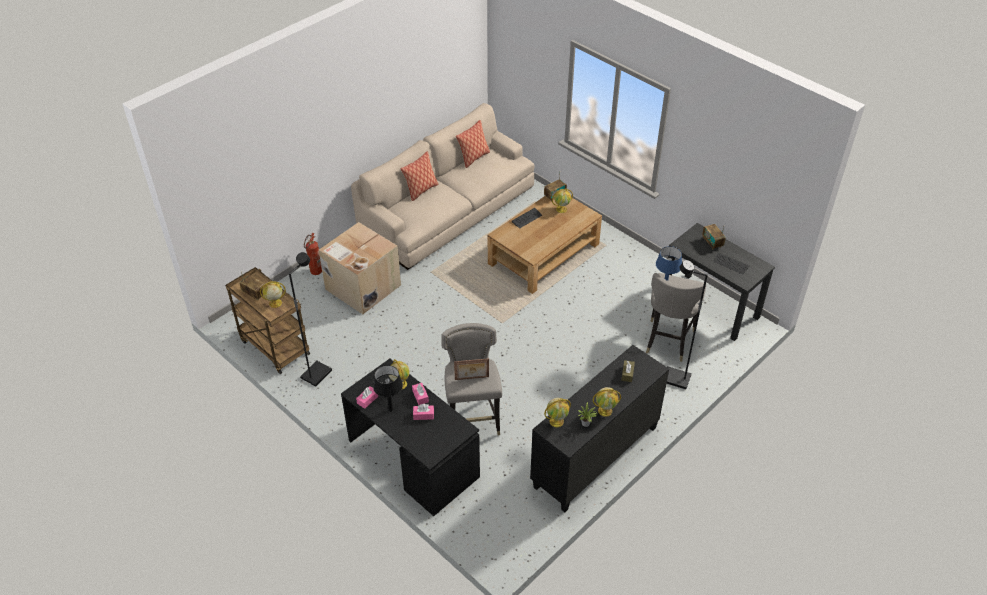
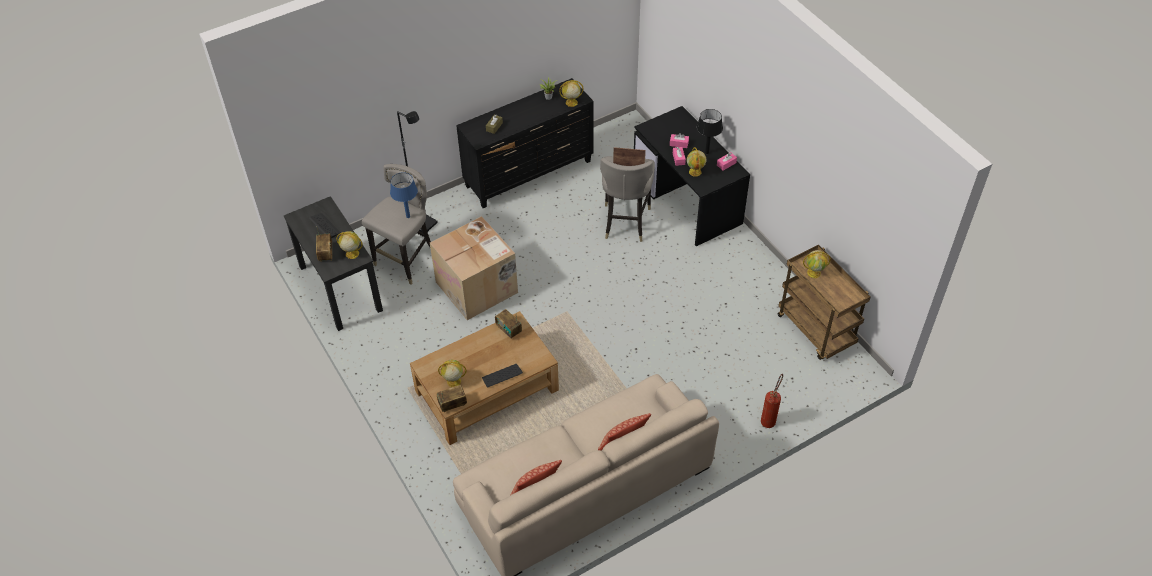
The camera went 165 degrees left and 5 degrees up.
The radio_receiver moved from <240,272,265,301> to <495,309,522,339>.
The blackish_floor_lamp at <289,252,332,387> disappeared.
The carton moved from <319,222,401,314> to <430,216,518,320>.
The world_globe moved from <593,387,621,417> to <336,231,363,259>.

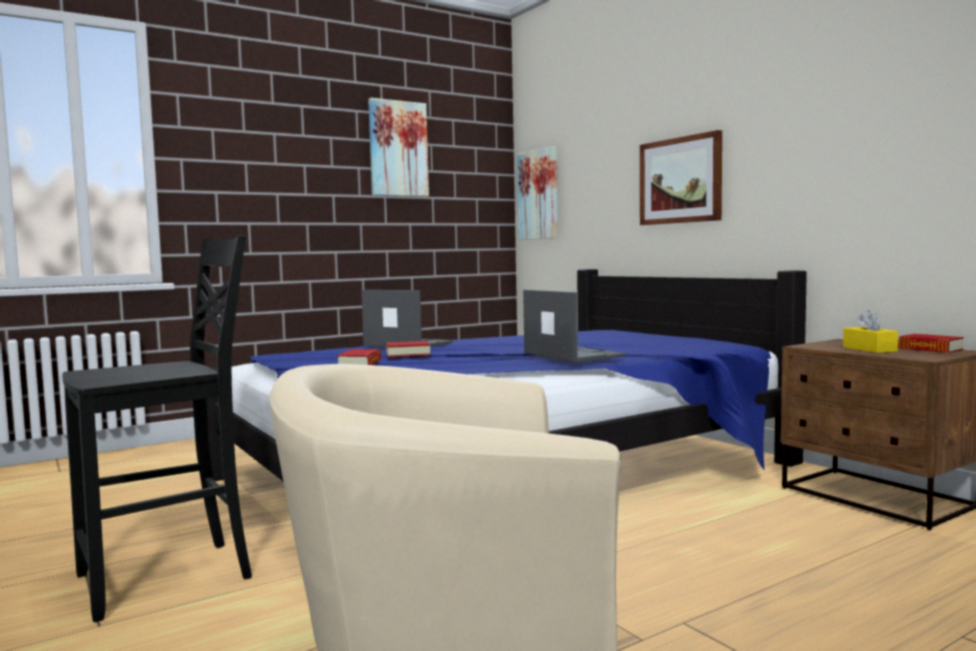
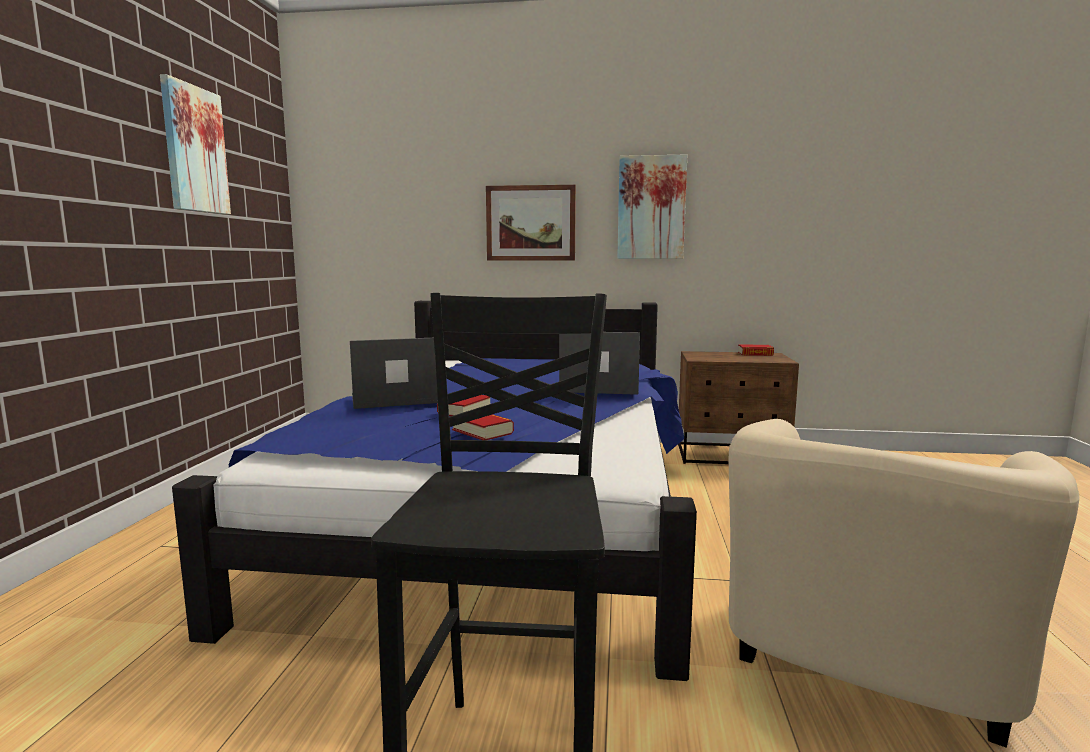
The camera went 50 degrees left and 5 degrees up.
The wall_art moved from <518,146,558,240> to <617,154,687,259>.
The yellow_box_of_tissues at <843,310,898,353> disappeared.

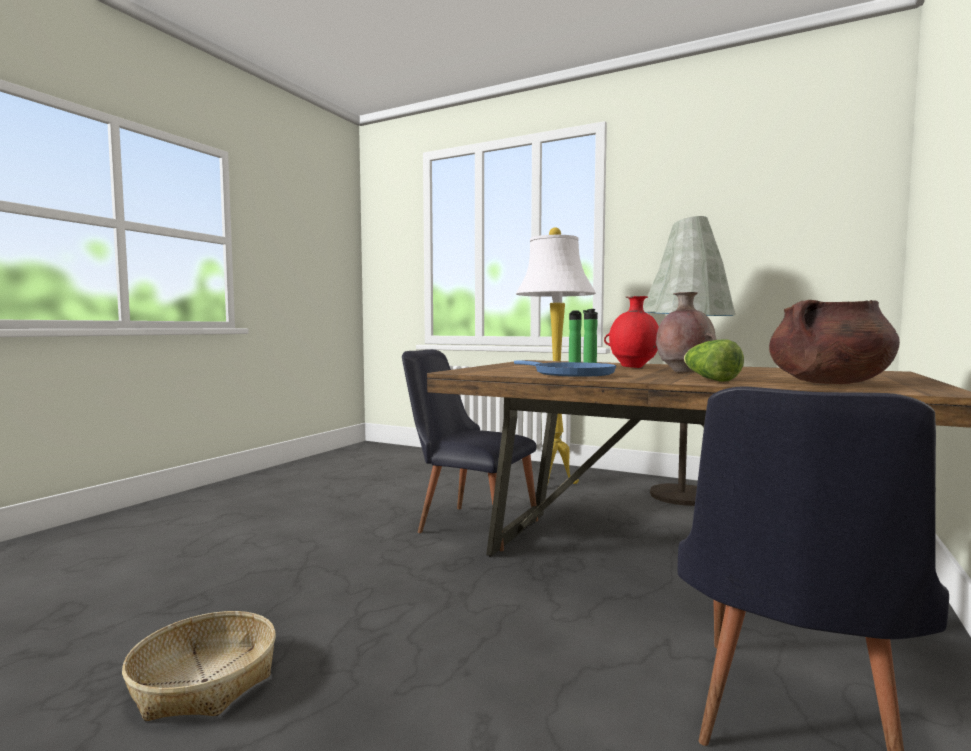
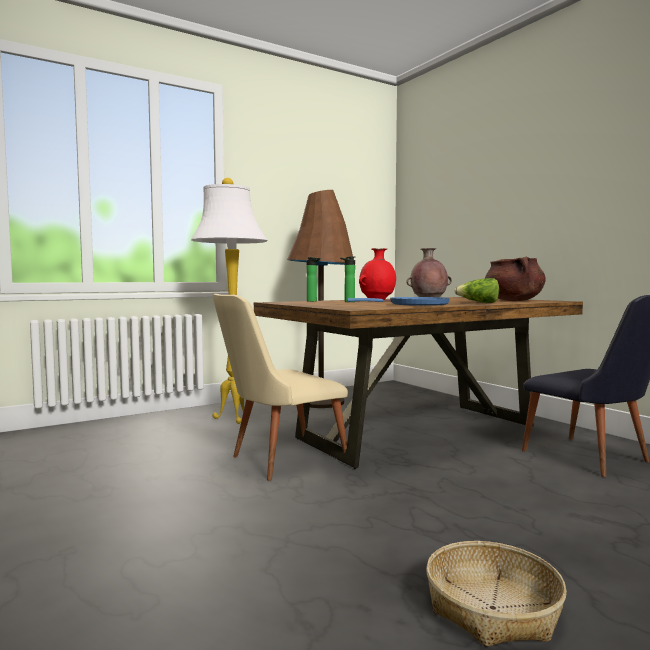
The camera went 60 degrees left and 0 degrees up.
The blackish_chair at <402,349,538,551> became the sand-coloured_chair at <213,294,348,481>.
The gray_floor_lamp at <643,216,735,506> became the brownish_floor_lamp at <287,190,353,408>.

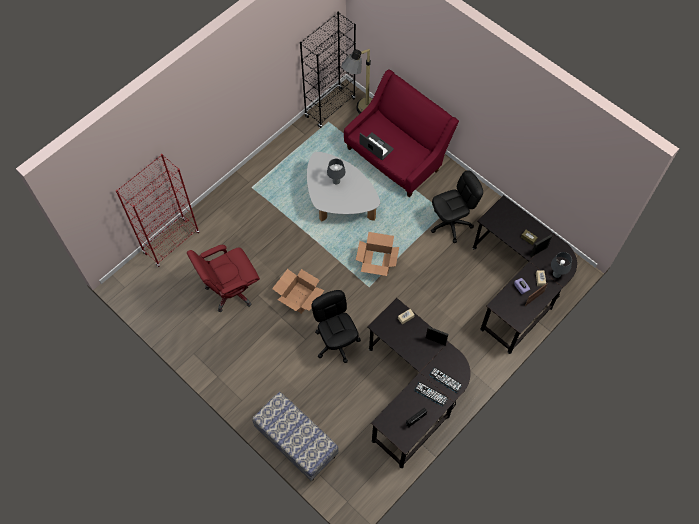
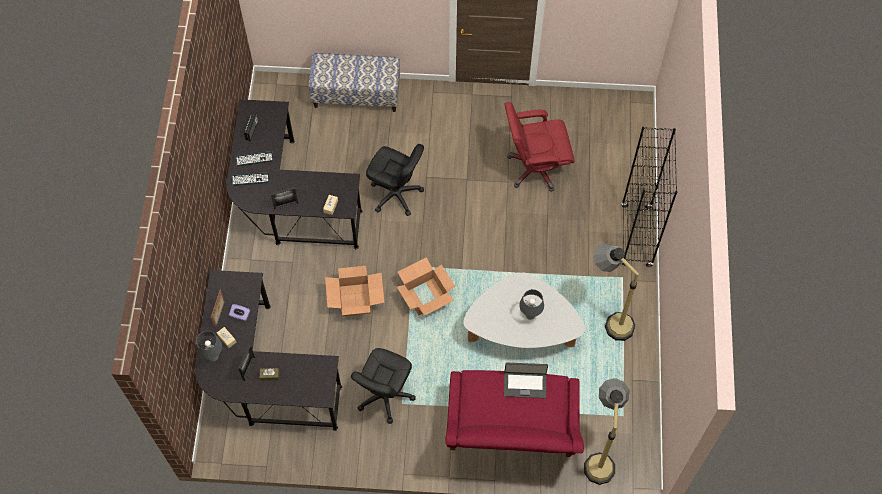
The camera went 140 degrees right and 0 degrees up.
The red_bookshelf at <116,154,199,267> disappeared.
The red_desk_chair at <187,245,260,313> turned 120 degrees counterclockwise.
The carton moved from <272,269,325,314> to <325,266,385,316>.
The blackish_bookshelf moved from <300,12,356,128> to <621,127,677,267>.
The floor_lamp at <593,243,639,341> appeared.

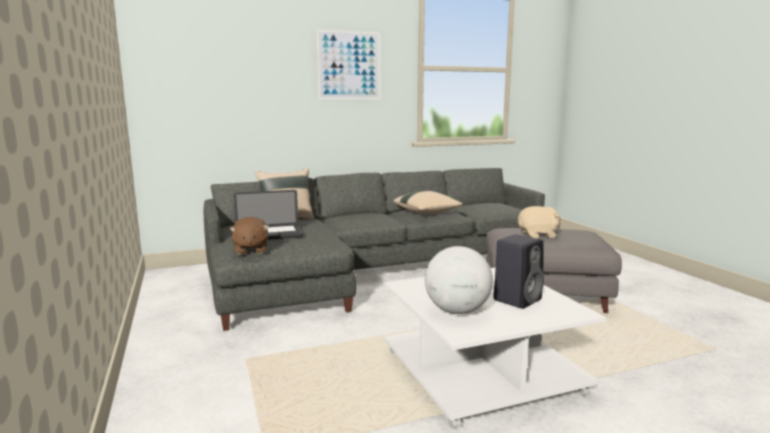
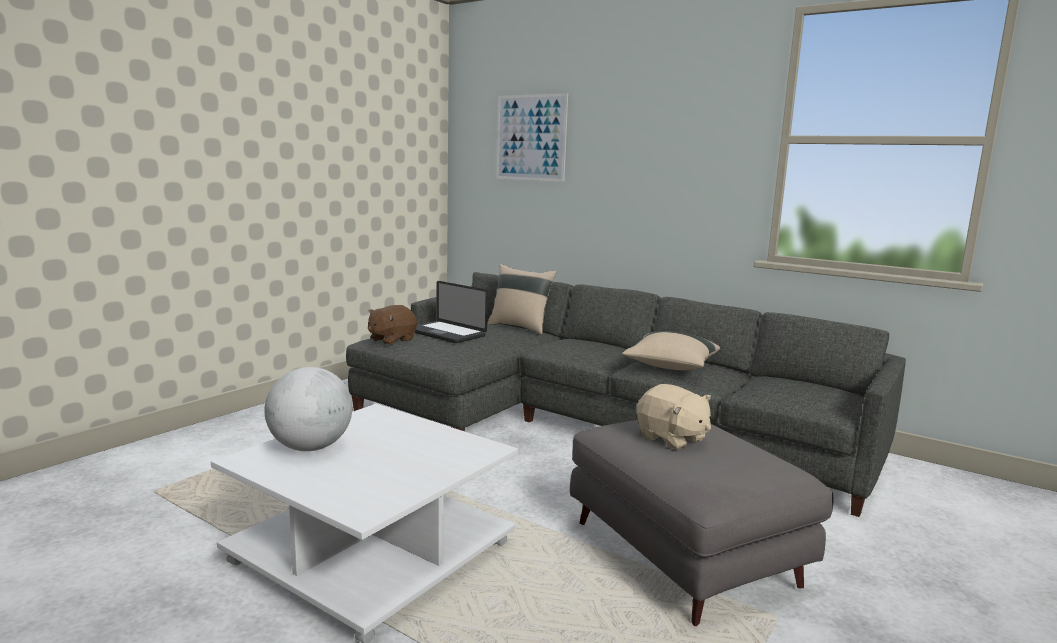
The camera went 55 degrees right and 0 degrees up.
The wall_art moved from <316,29,380,99> to <496,93,568,182>.
The blackish_audio_speaker at <493,234,544,309> disappeared.

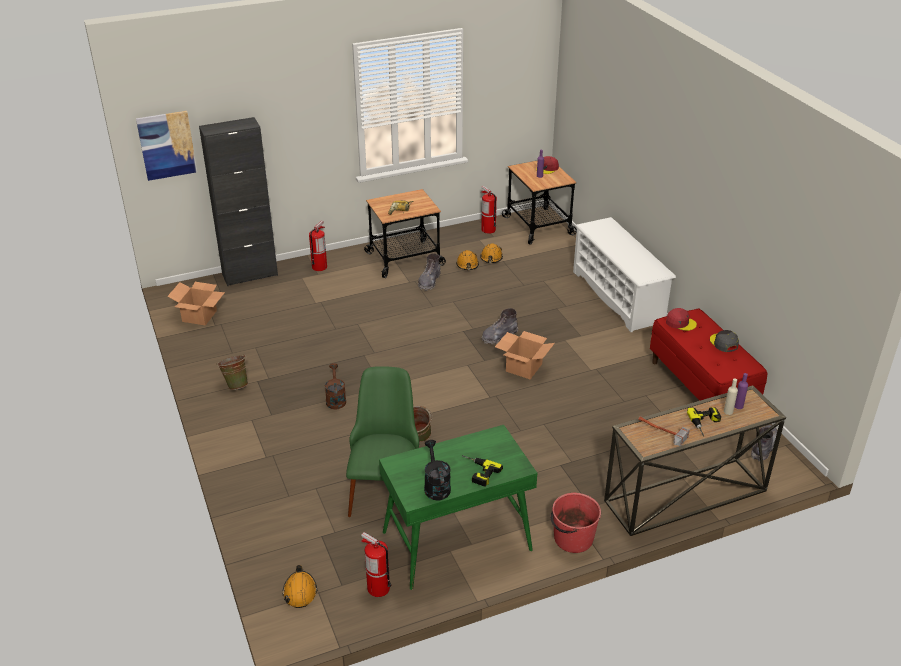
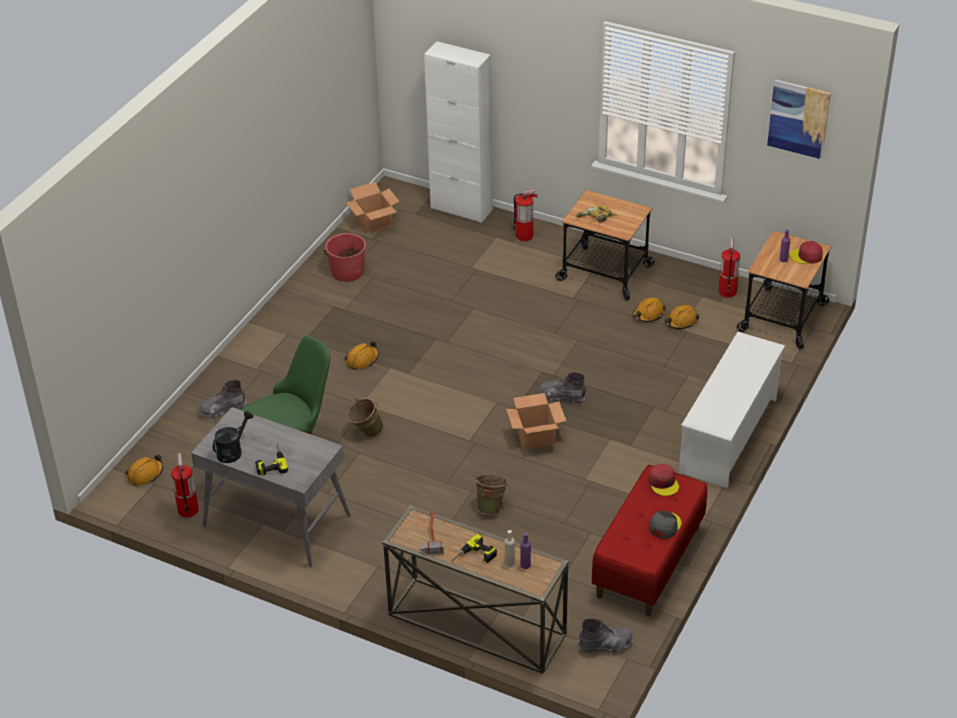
The camera went 50 degrees right and 5 degrees up.
The wall_art moved from <136,111,197,181> to <767,79,831,159>.
The blackish_cupboard at <199,117,278,286> became the whitish_cupboard at <424,41,493,223>.
The green-coloured_water_bucket moved from <217,354,248,390> to <474,474,509,515>.
The brownish_watering_pot at <325,363,346,409> was replaced by the orange-coloured_work_helmet at <345,341,379,370>.
The green-coloured_desk_unit at <379,425,537,590> became the gray_desk_unit at <191,407,351,567>.
The gray_tall_boot moved from <418,253,441,291> to <199,380,247,419>.
The red_water_bucket moved from <550,493,601,553> to <324,233,366,282>.

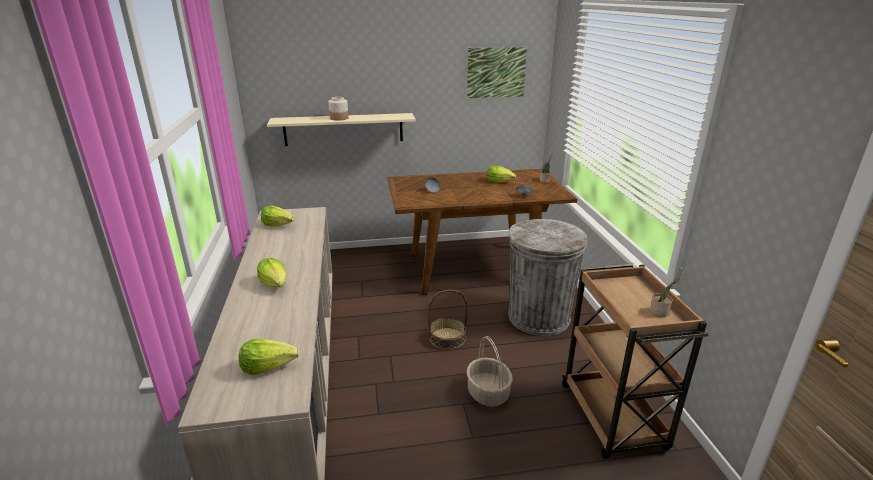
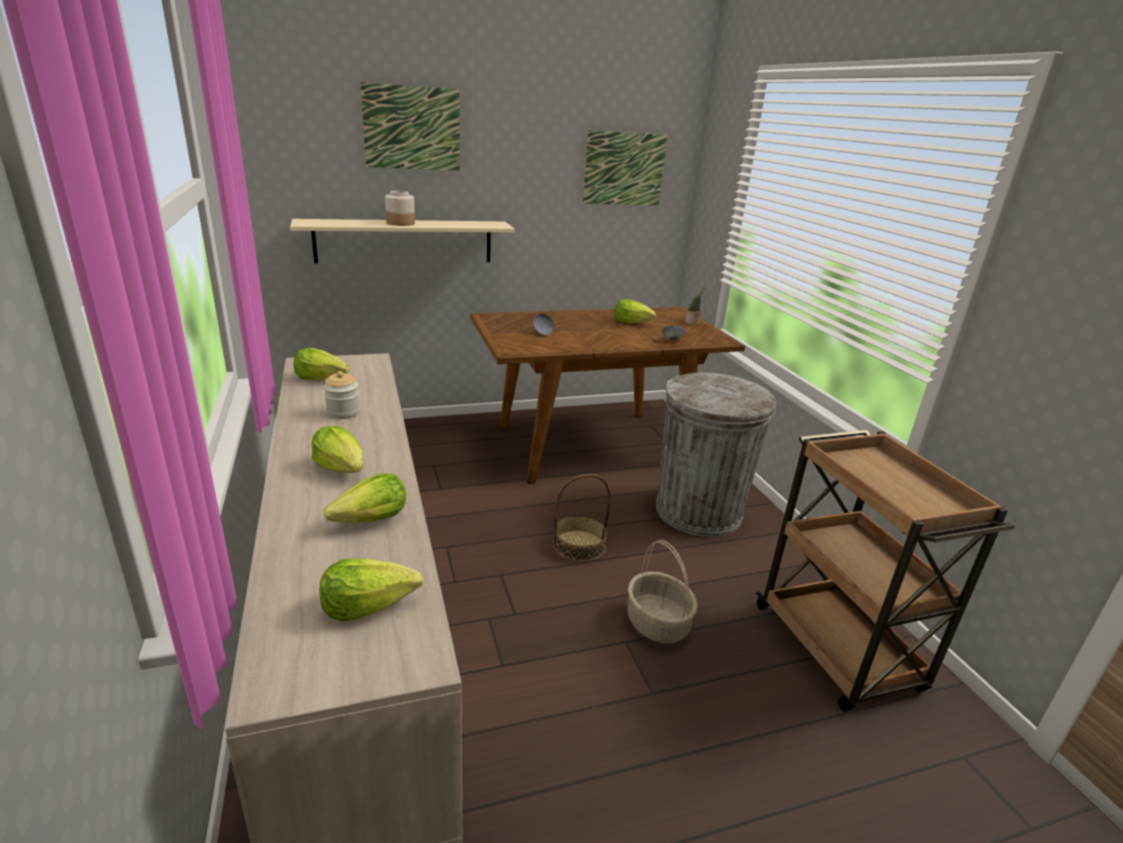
The camera went 10 degrees left and 0 degrees up.
The houseplant at <650,267,683,317> disappeared.
The preserve_jar at <323,371,360,419> appeared.
The head_of_lettuce at <323,473,406,523> appeared.
The wall_art at <360,82,460,171> appeared.

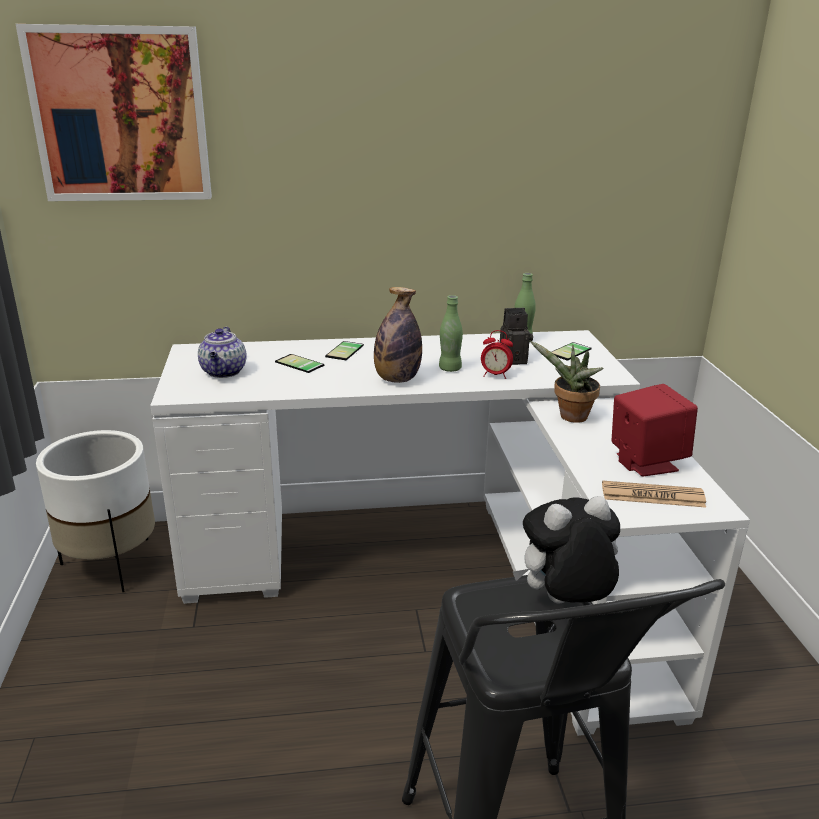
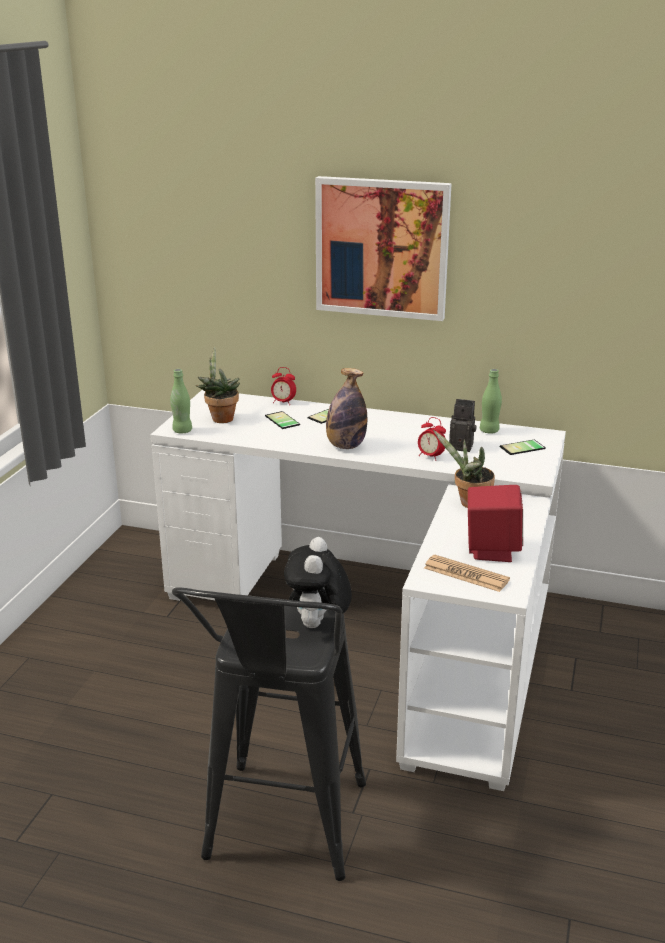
The camera went 25 degrees right and 0 degrees up.
The wall_art moved from <16,24,212,201> to <315,176,452,321>.
The whitish_plant_pot at <36,430,155,592> disappeared.
The tea_pot at <198,327,247,378> was replaced by the houseplant at <196,347,240,423>.
The green-coloured_bottle moved from <439,295,463,372> to <170,369,192,434>.
The soft_toy at <513,496,620,604> turned 90 degrees counterclockwise.
The table_clock at <271,367,296,405> appeared.

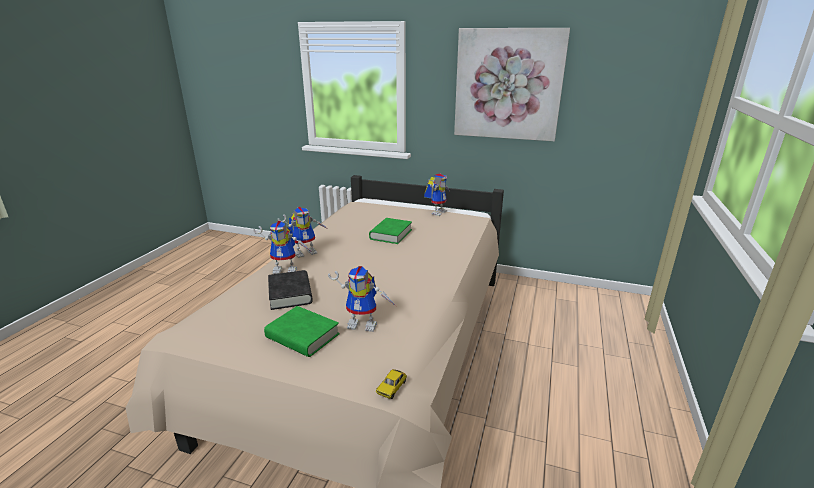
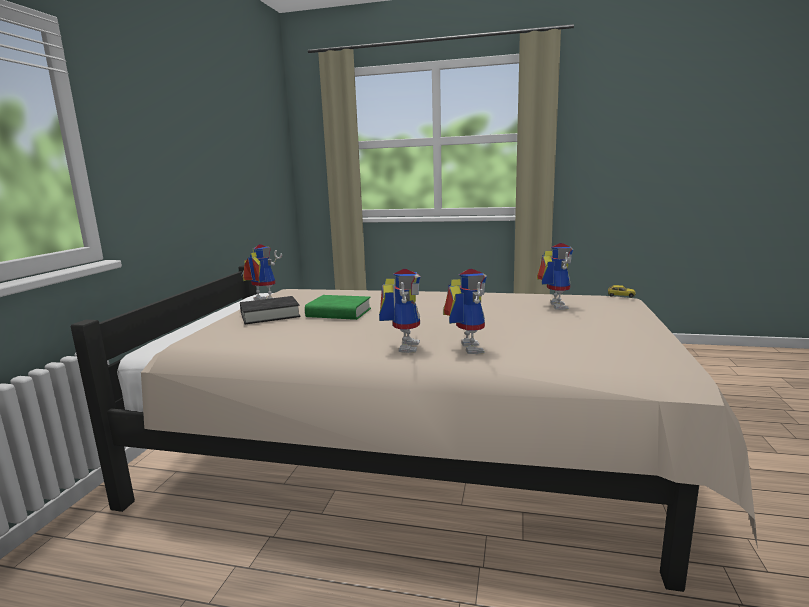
The camera went 95 degrees left and 10 degrees down.
The green-coloured_bound_book at <264,306,340,357> disappeared.
The blackish_bound_book moved from <268,270,313,310> to <240,296,301,324>.
The robot_figure at <278,207,329,258> turned 45 degrees clockwise.
The wall_art at <454,28,570,141> disappeared.

